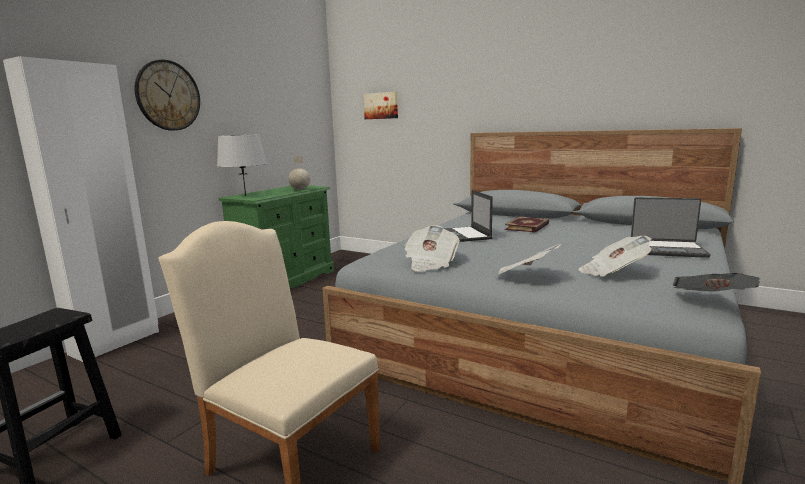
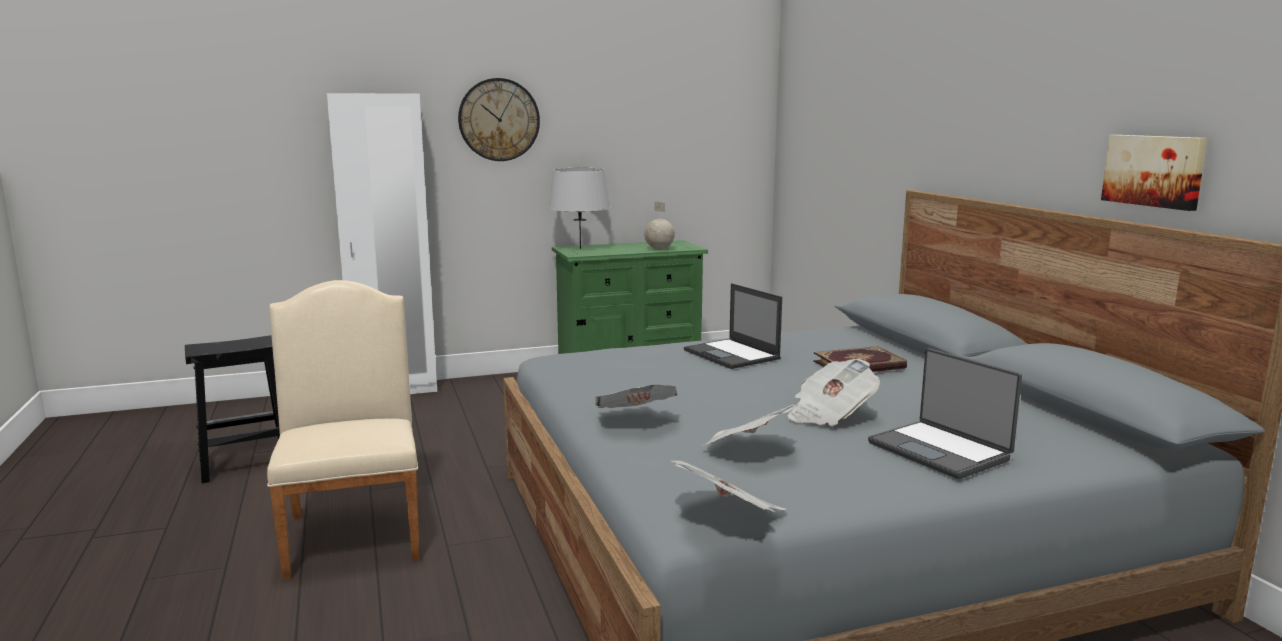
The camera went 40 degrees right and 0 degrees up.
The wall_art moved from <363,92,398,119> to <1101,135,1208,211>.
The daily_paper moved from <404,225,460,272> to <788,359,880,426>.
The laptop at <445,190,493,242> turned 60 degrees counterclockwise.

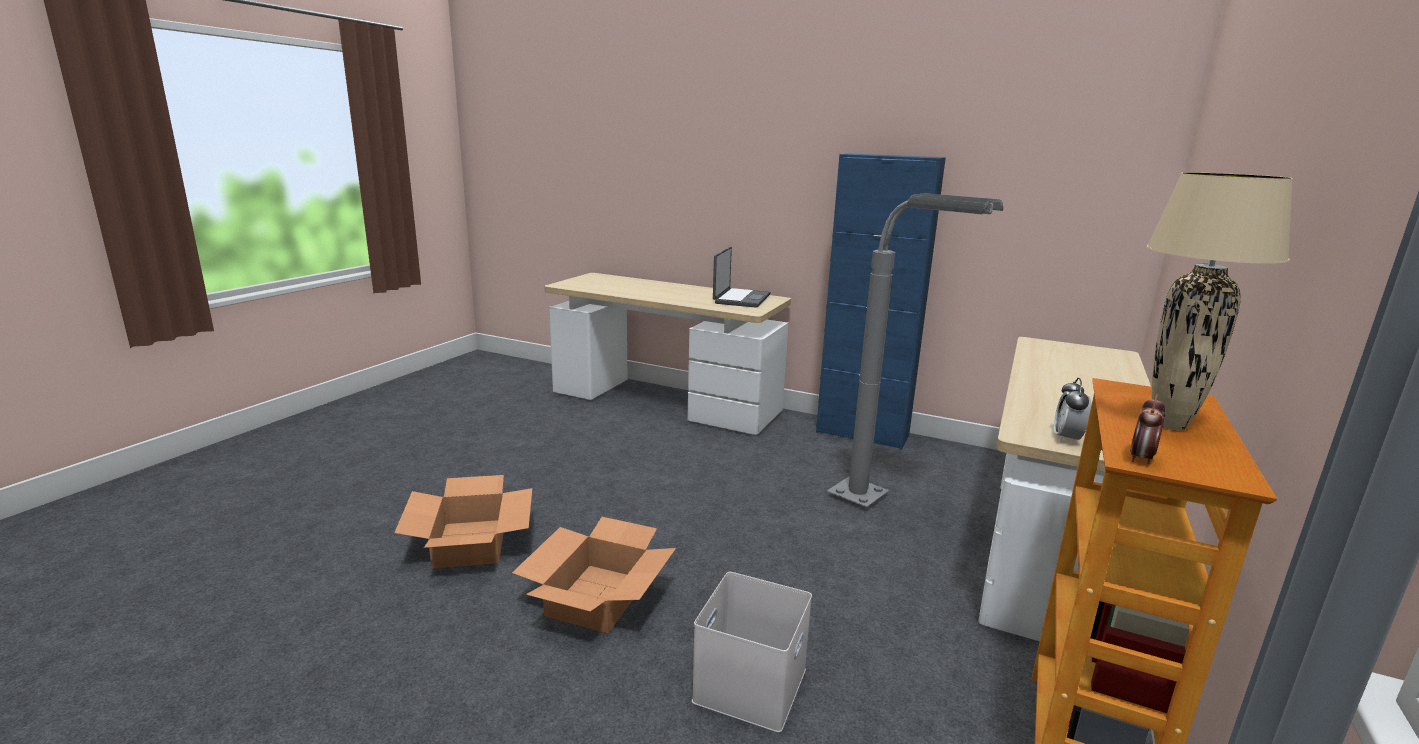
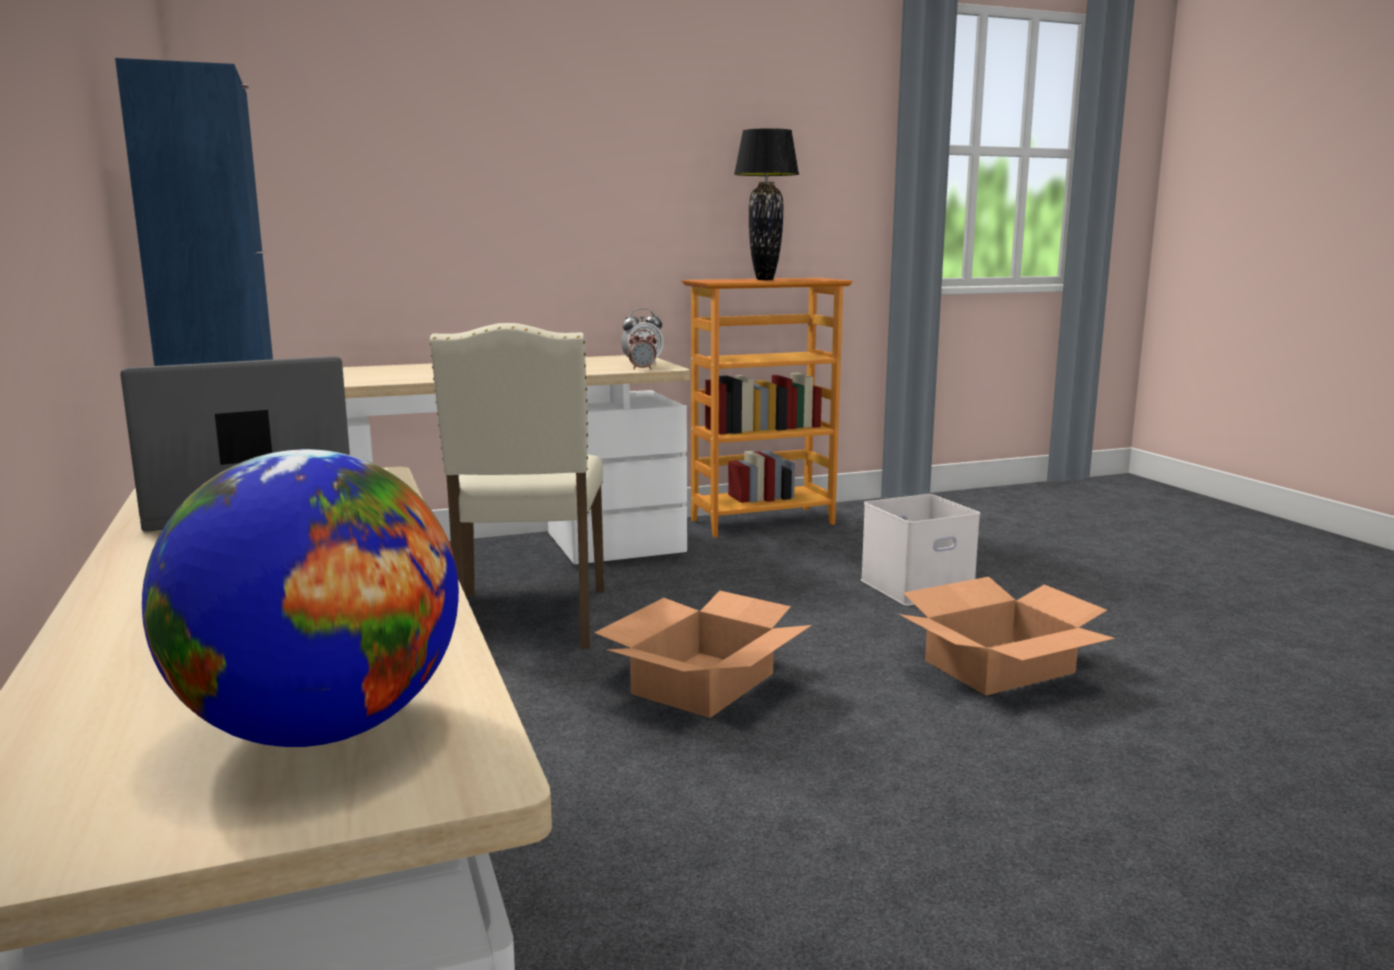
The camera went 135 degrees left and 5 degrees down.
The carton moved from <394,475,532,569> to <594,591,812,718>.
The gray_floor_lamp at <827,193,1003,508> was replaced by the sand-coloured_chair at <429,323,604,649>.
The table_clock moved from <1130,394,1165,464> to <628,330,657,370>.
The sand-coloured_lamp_for_a_table at <1147,172,1293,431> became the blackish_lamp_for_a_table at <734,128,799,280>.
The world_globe at <142,449,459,747> appeared.

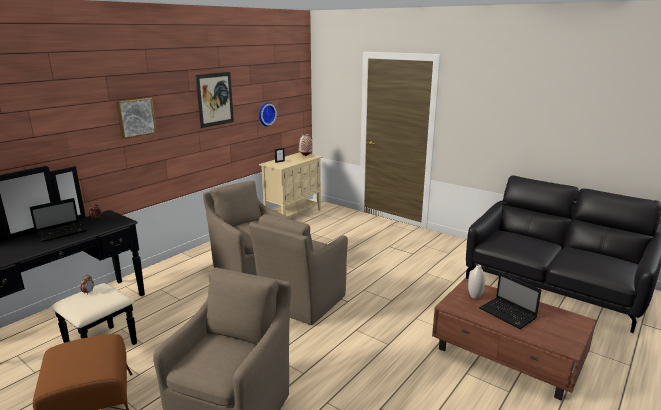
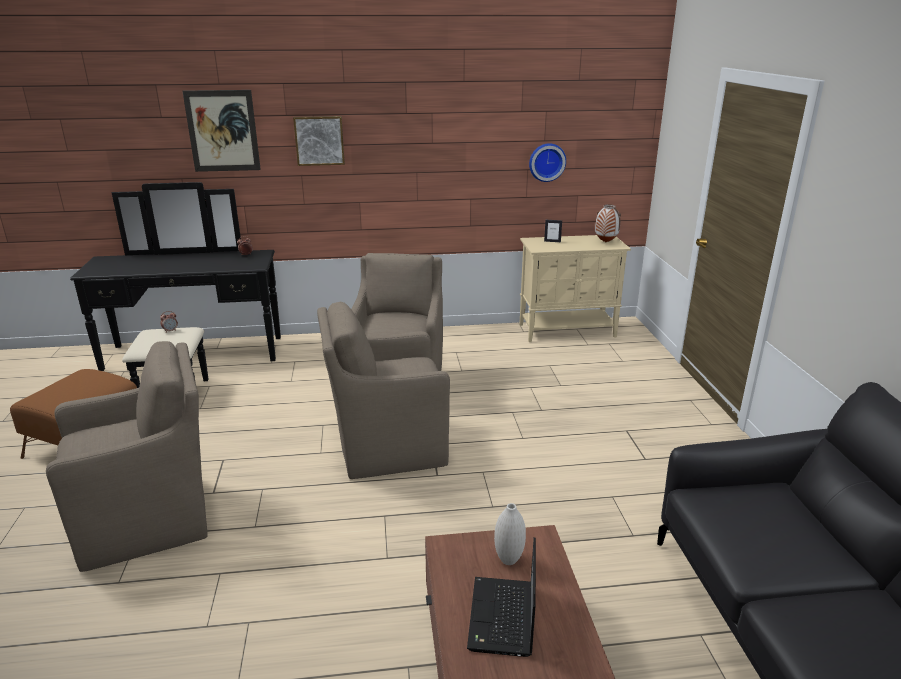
The camera went 45 degrees right and 5 degrees up.
The laptop at <30,198,87,242> disappeared.
The wall_art moved from <195,72,234,128> to <182,90,261,172>.

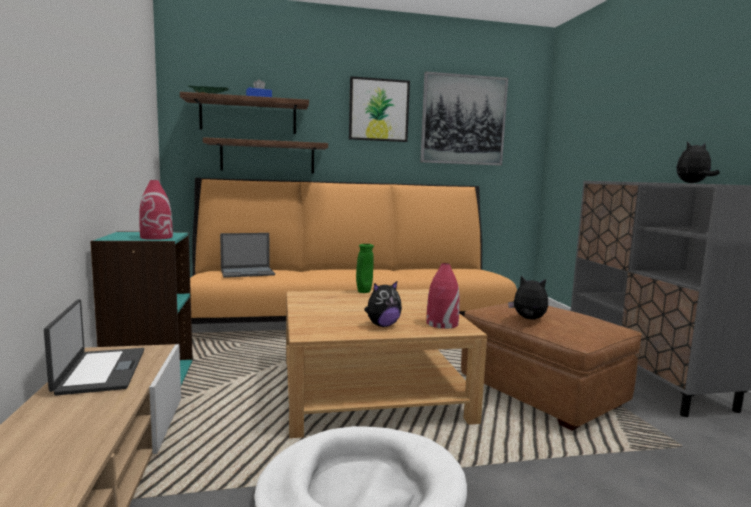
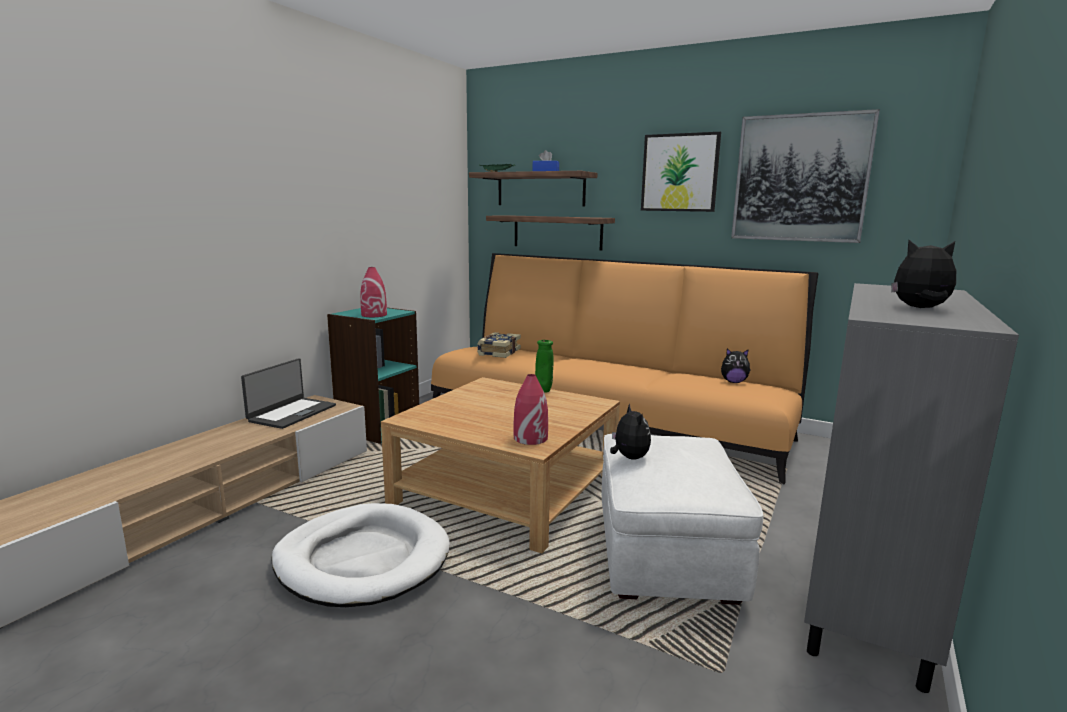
The camera went 40 degrees right and 5 degrees up.
The laptop at <220,233,275,278> was replaced by the bound_book at <477,332,521,358>.
The soft_toy moved from <364,280,402,327> to <721,349,751,383>.
The brownish_footrest at <461,303,642,431> became the whitish_footrest at <602,434,763,605>.

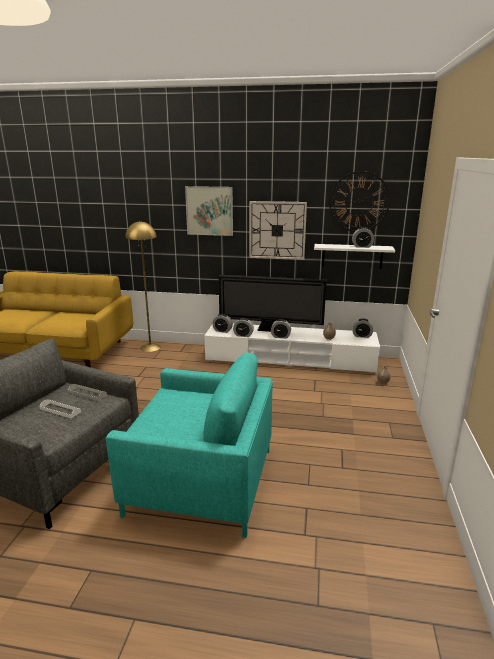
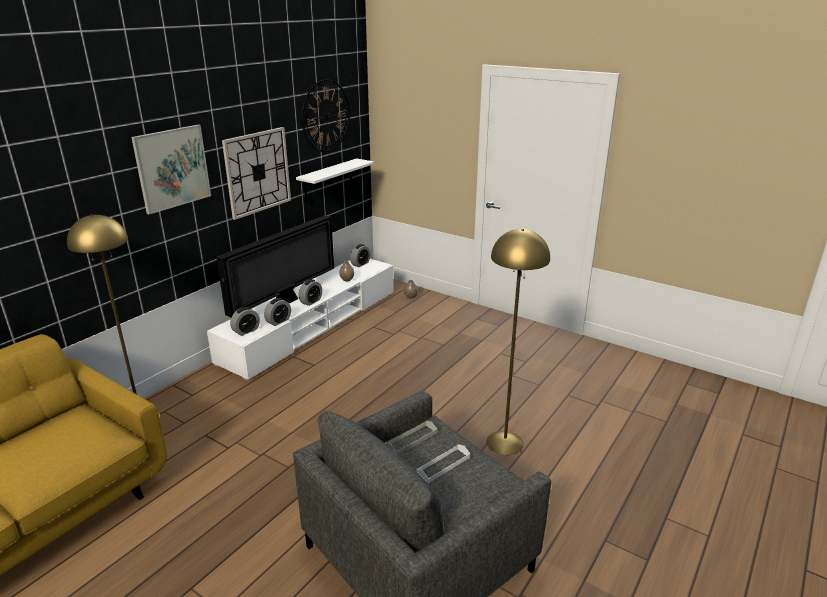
The camera went 65 degrees left and 5 degrees up.
The turquoise_lounge_chair at <106,353,273,538> was replaced by the yellow_floor_lamp at <486,229,550,455>.
The table_clock at <352,227,374,248> disappeared.

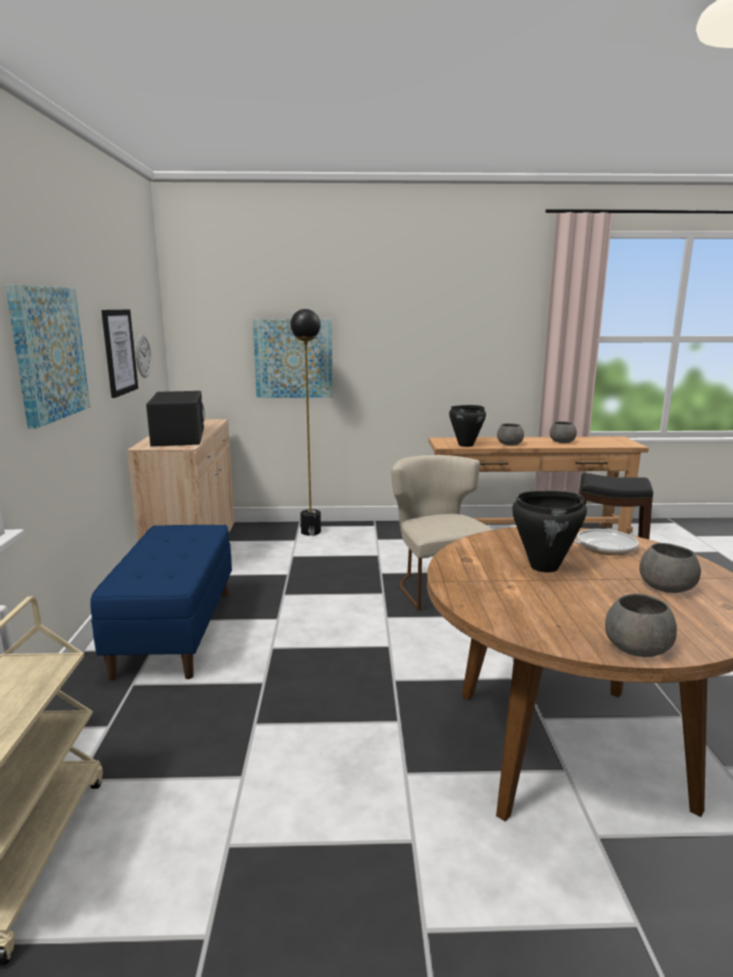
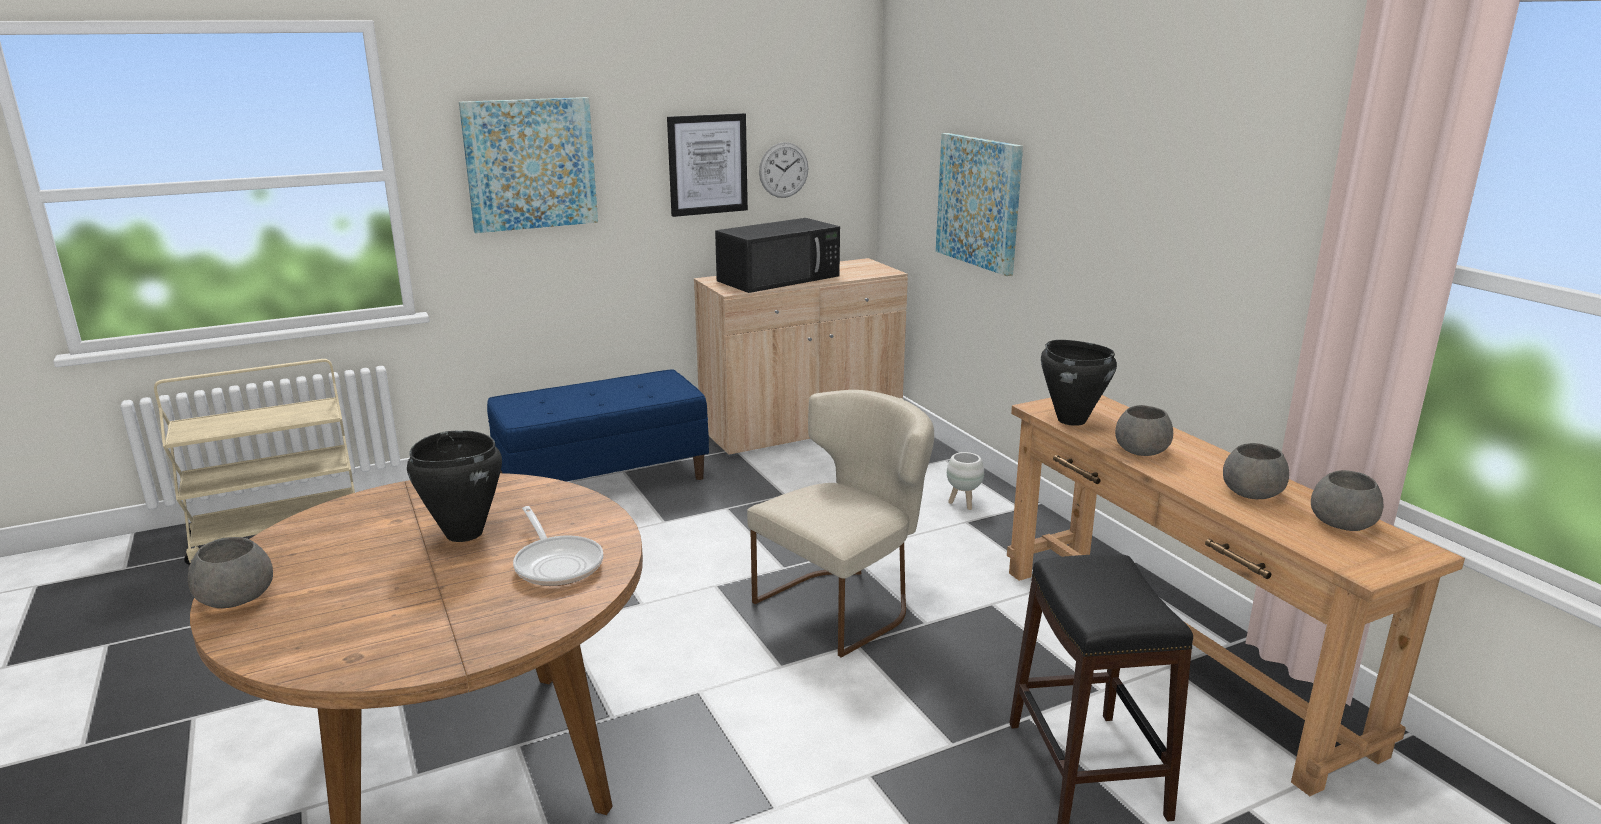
The camera went 65 degrees right and 5 degrees up.
The blackish_floor_lamp at <290,309,321,536> disappeared.
The gray_serving_bowl moved from <639,543,701,593> to <1311,470,1383,531>.
The whitish_plant_pot at <947,452,984,510> appeared.

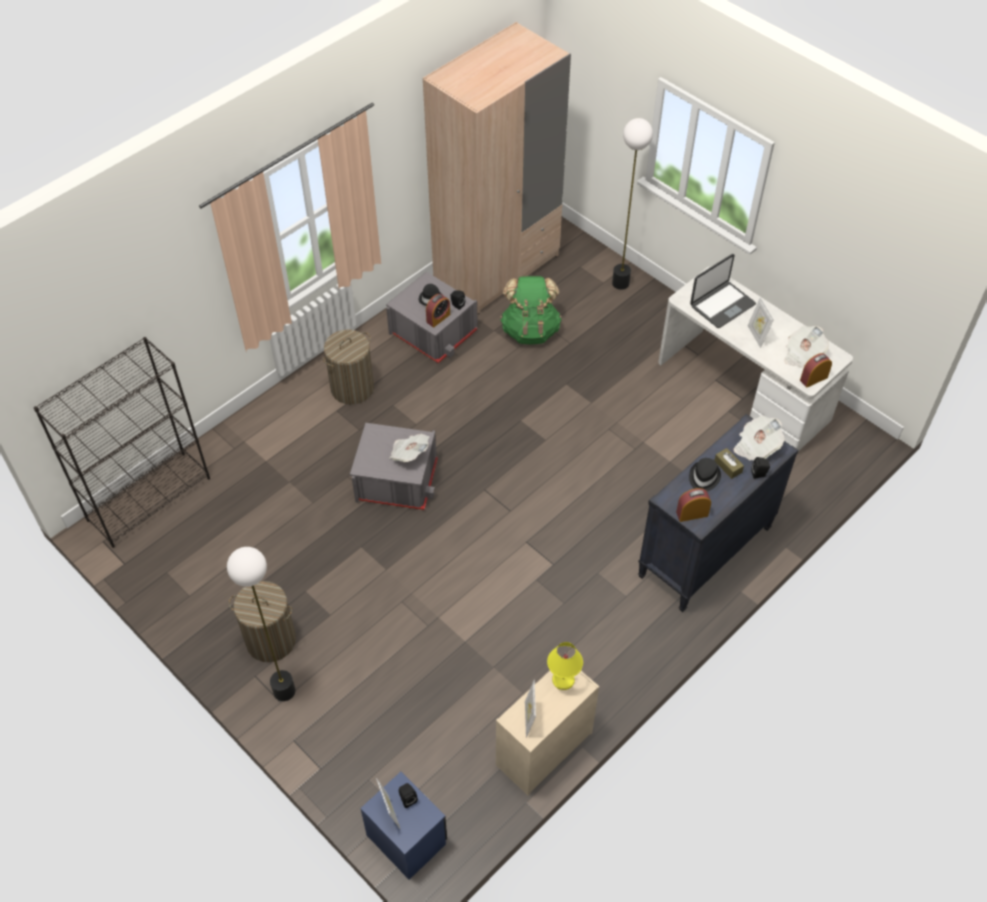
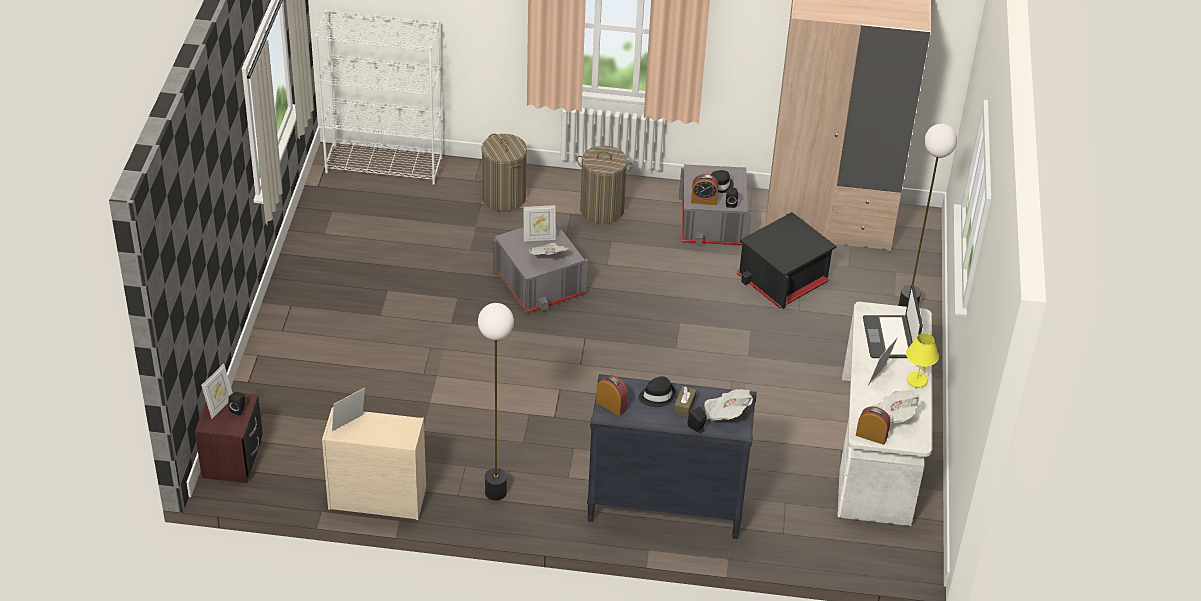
The camera went 50 degrees right and 10 degrees down.
The blackish_bookshelf at <34,337,210,548> became the whitish_bookshelf at <315,10,442,185>.
The floor_lamp moved from <227,547,295,701> to <478,303,514,500>.
The washing_basket moved from <229,581,296,662> to <481,133,527,212>.
The blue-coloured_night_table at <360,772,447,880> became the brownish_night_table at <195,392,263,483>.
The green-coloured_rucksack at <500,276,562,345> was replaced by the blackish_storage_container at <736,212,836,309>.
The yellow_lamp_for_a_table moved from <547,642,583,690> to <906,333,939,388>.
The laptop at <690,254,756,328> turned 75 degrees clockwise.
The standing_frame at <524,205,556,242> appeared.

